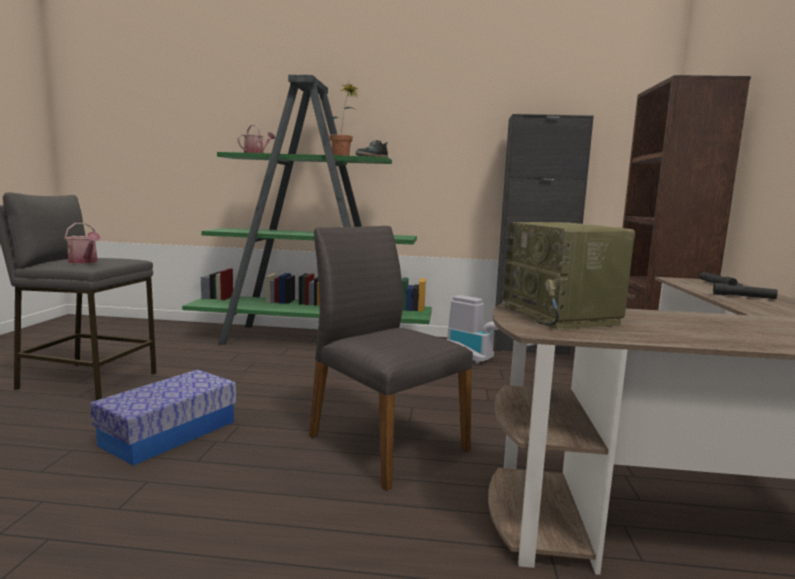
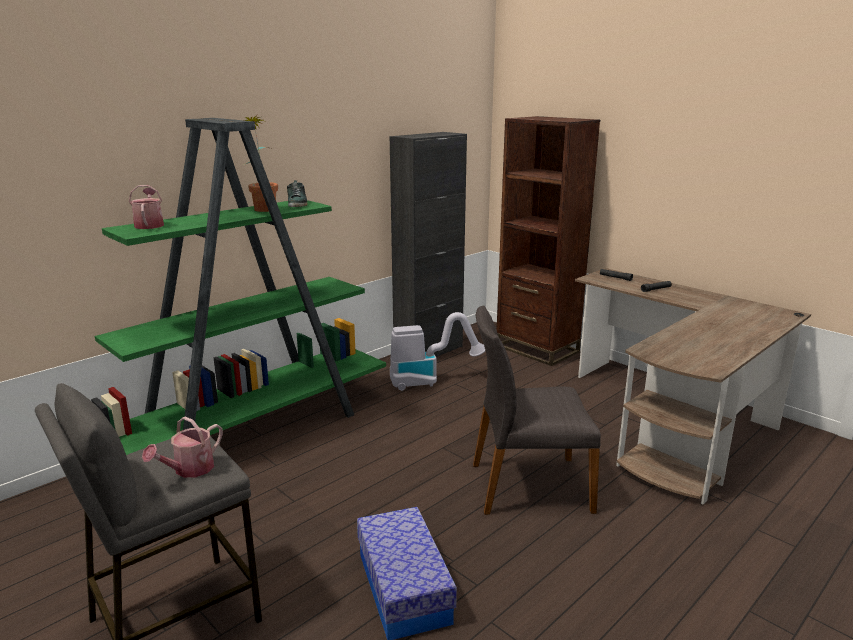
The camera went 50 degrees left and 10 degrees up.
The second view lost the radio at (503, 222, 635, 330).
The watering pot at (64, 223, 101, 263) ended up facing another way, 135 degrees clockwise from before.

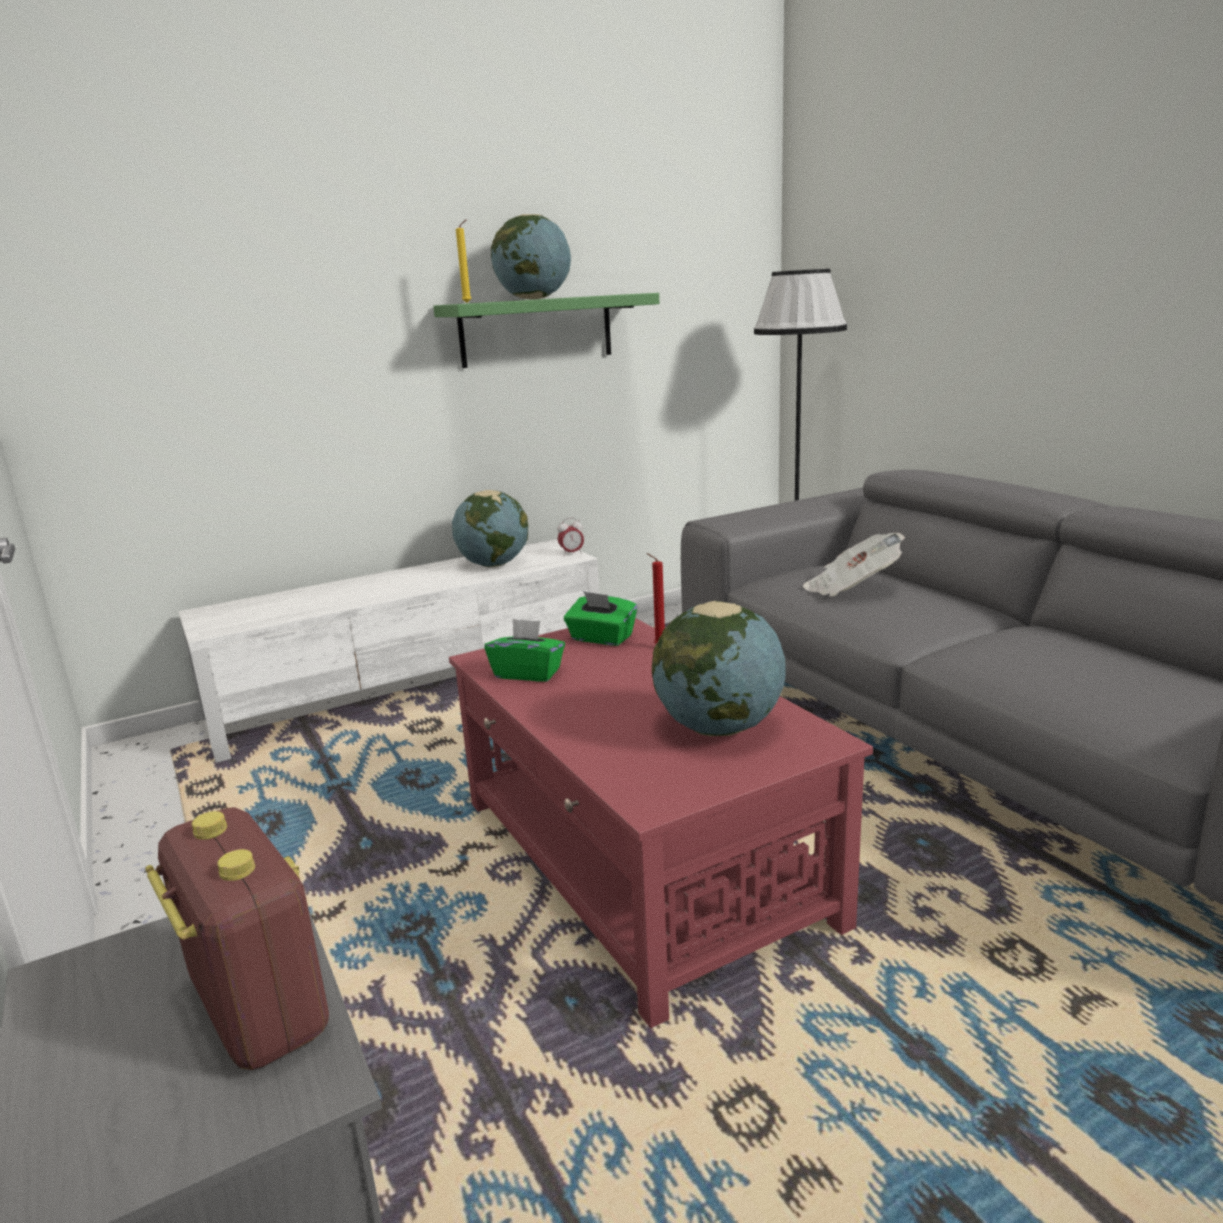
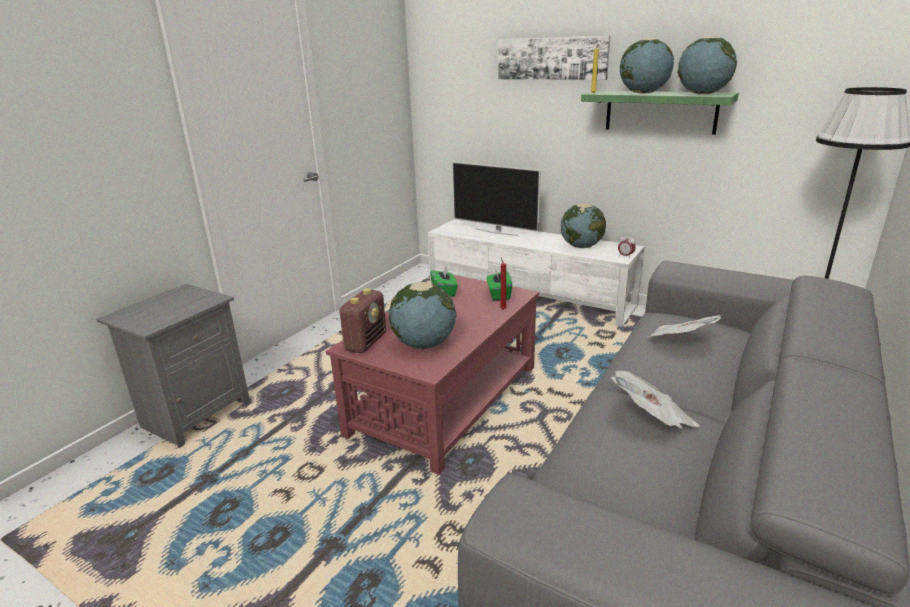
The camera went 60 degrees right and 5 degrees up.
The radio ended up elsewhere, having gone from (145, 807, 329, 1070) to (339, 288, 386, 353).
The second view gained the wall art at (498, 36, 610, 80).
The second view gained the world globe at (677, 37, 737, 94).
The second view gained the TV set at (452, 162, 541, 236).
The second view gained the newspaper at (611, 371, 700, 428).

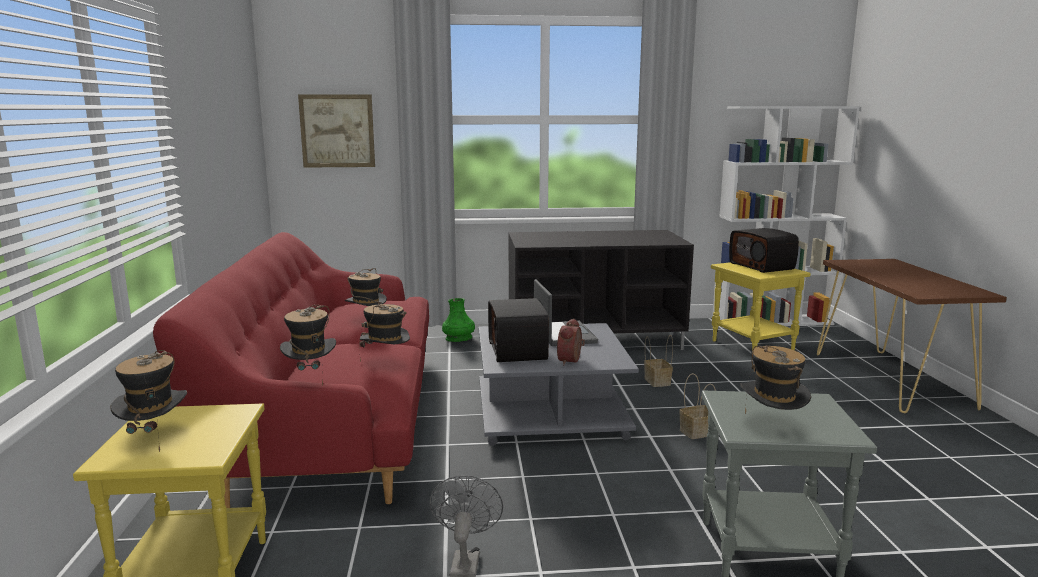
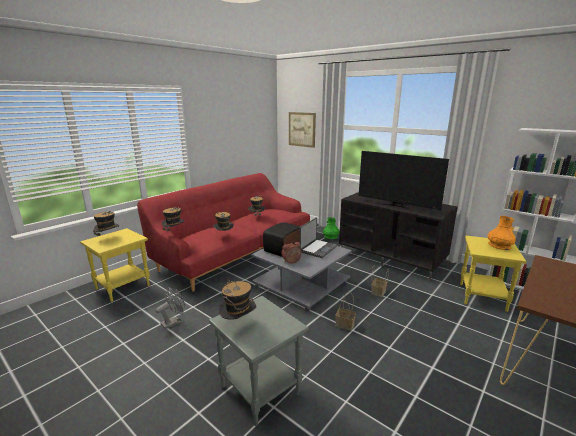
The camera went 45 degrees right and 5 degrees up.
Where the radio stood at (729, 228, 799, 273), the orange-coloured flower vase came to stand at (487, 216, 516, 250).
The second view gained the TV set at (359, 151, 449, 210).

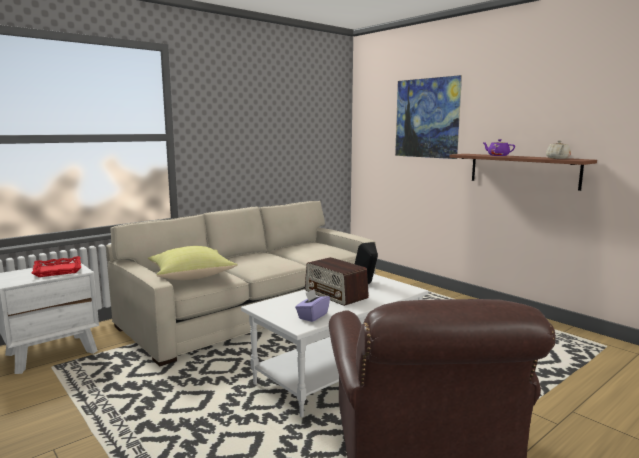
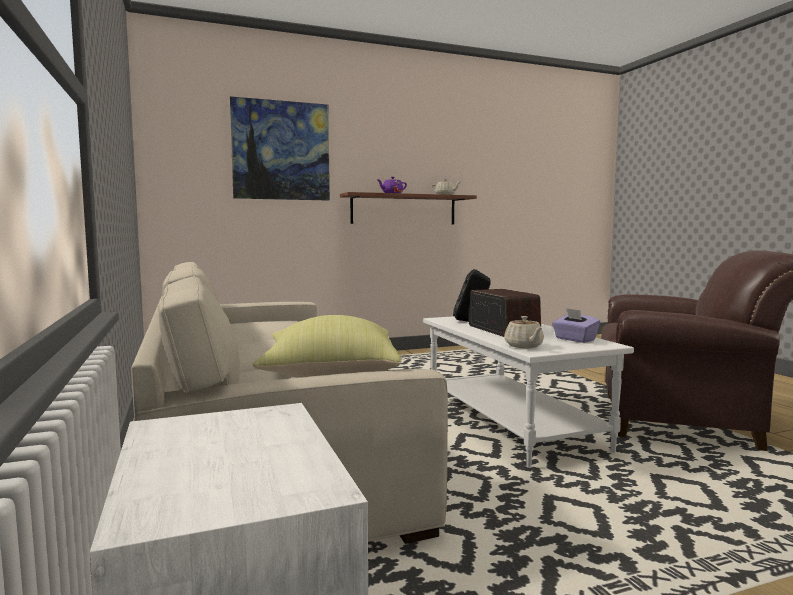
The camera went 70 degrees left and 5 degrees down.
The second view lost the red tray at (32, 256, 81, 277).
The radio at (305, 257, 369, 306) ended up facing another way, 90 degrees counterclockwise from before.
The second view gained the beige pot for tea at (504, 316, 544, 348).

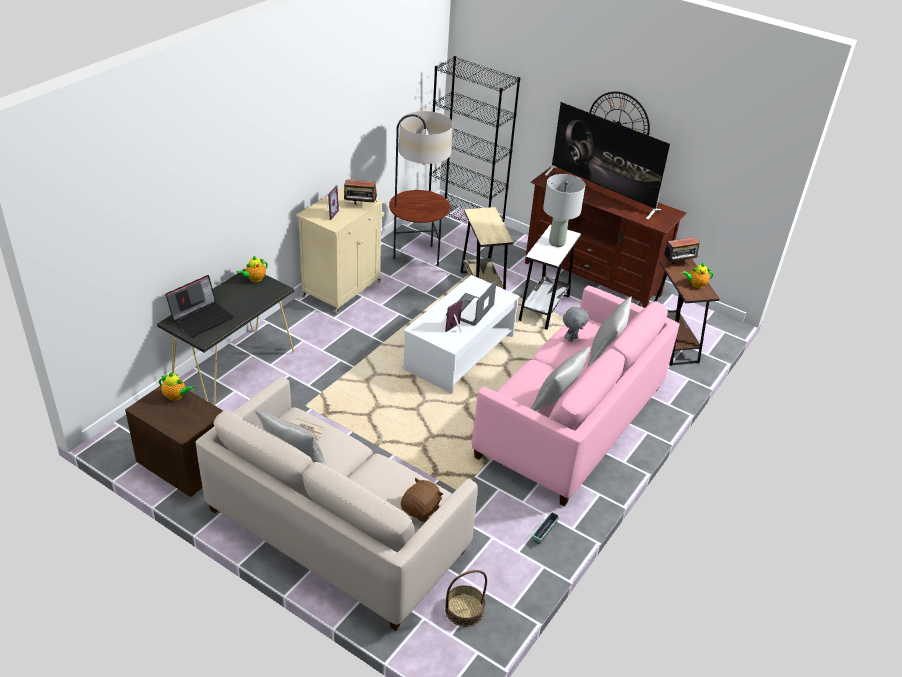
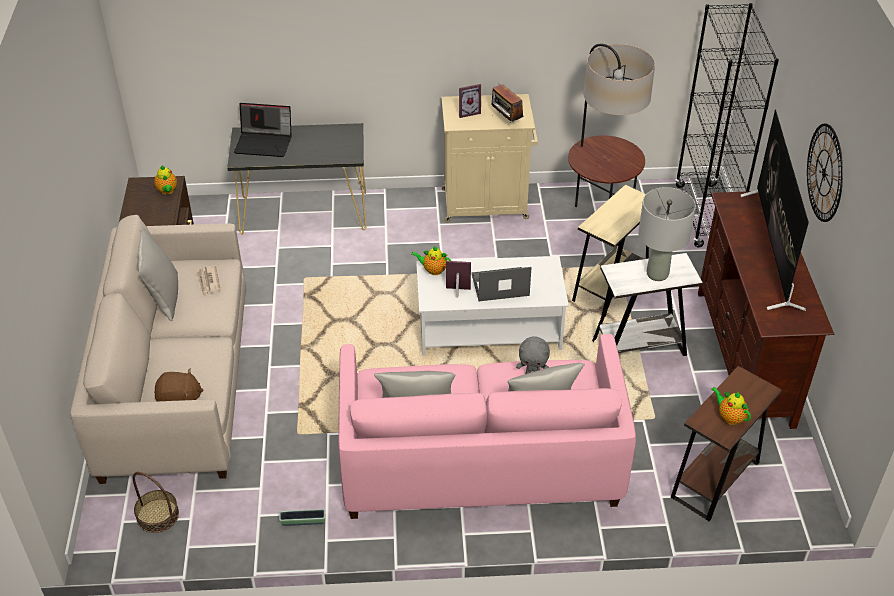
The camera went 55 degrees right and 5 degrees up.
The second view lost the radio at (664, 237, 700, 264).
The pot for tea ended up elsewhere, having gone from (237, 256, 268, 282) to (411, 246, 451, 275).

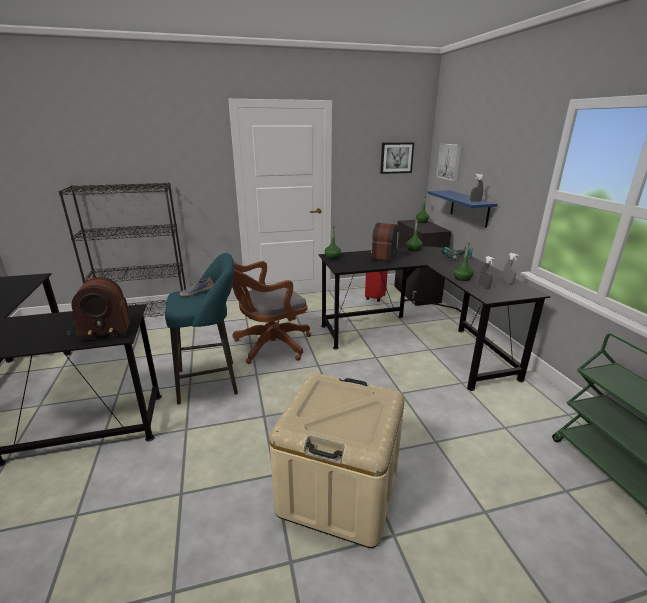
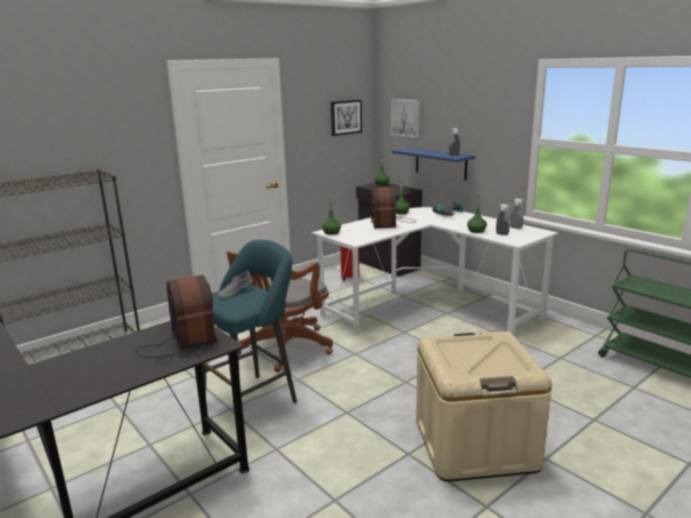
The camera went 25 degrees left and 5 degrees down.
What was the blackish desk table at (319, 247, 551, 391) turned into the white desk table at (312, 207, 558, 335).
The radio at (67, 277, 131, 341) ended up facing another way, 75 degrees counterclockwise from before.

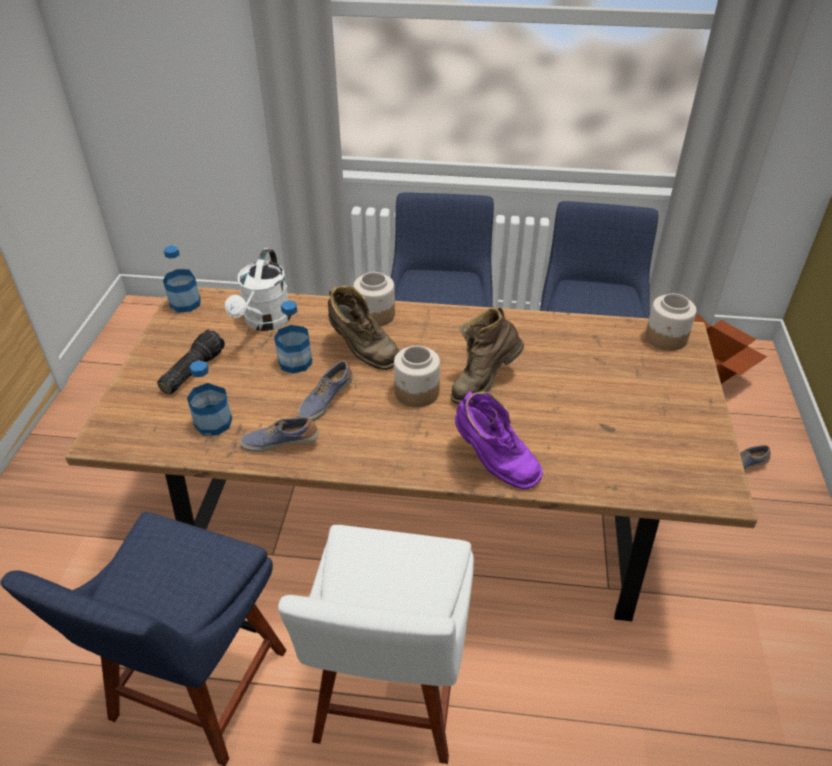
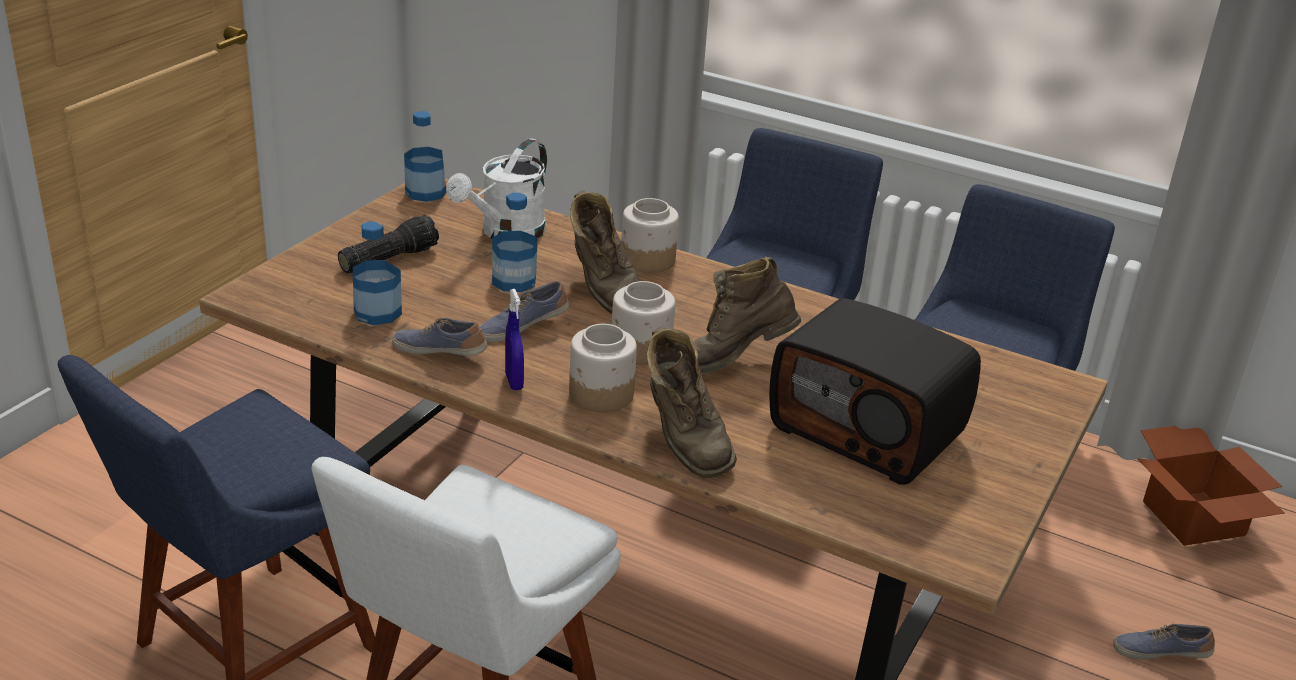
The camera went 20 degrees right and 10 degrees down.
The preserve jar ended up elsewhere, having gone from (645, 293, 697, 351) to (569, 324, 637, 412).
What was the purple boot at (455, 391, 543, 490) turned into the brown-coloured boot at (647, 326, 737, 478).
The second view gained the blue-coloured hand sprayer at (505, 289, 524, 390).
The second view gained the radio at (769, 298, 981, 485).

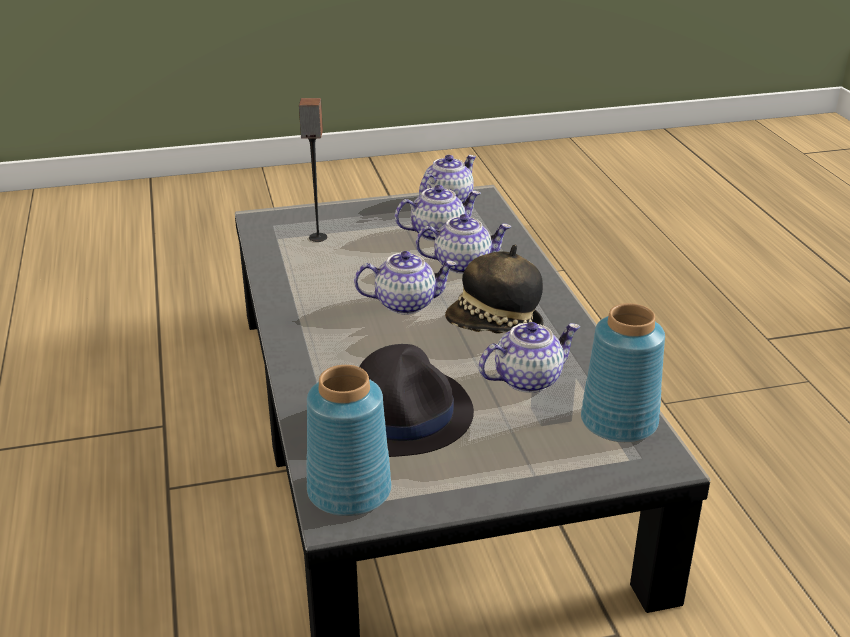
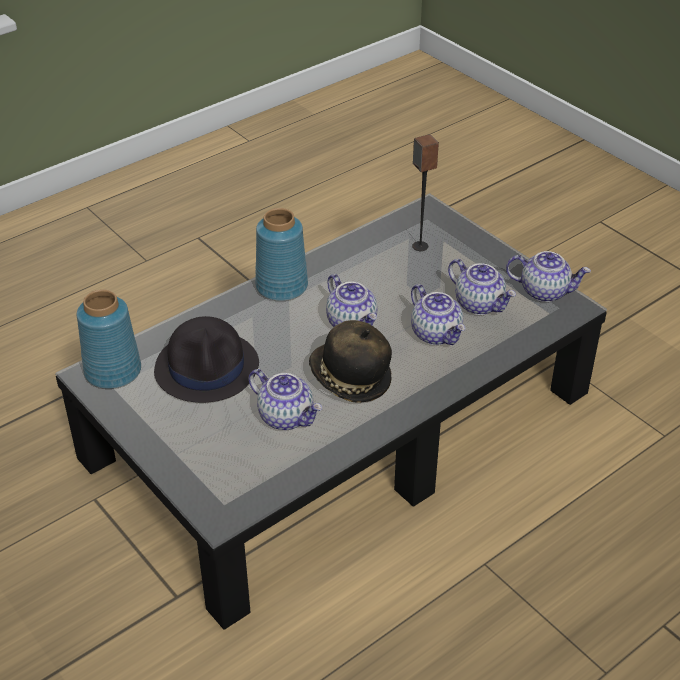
The camera went 65 degrees right and 10 degrees up.
The blue-coloured flower vase ended up elsewhere, having gone from (581, 303, 665, 442) to (256, 208, 308, 301).

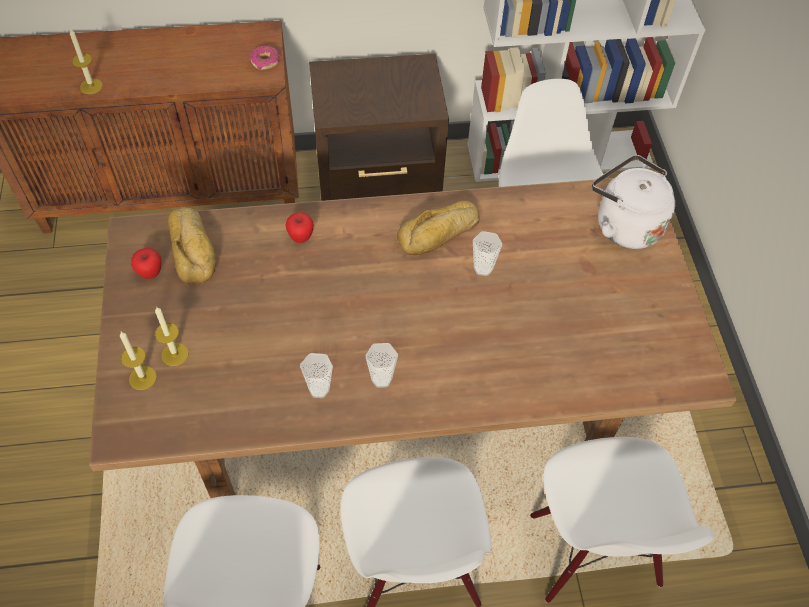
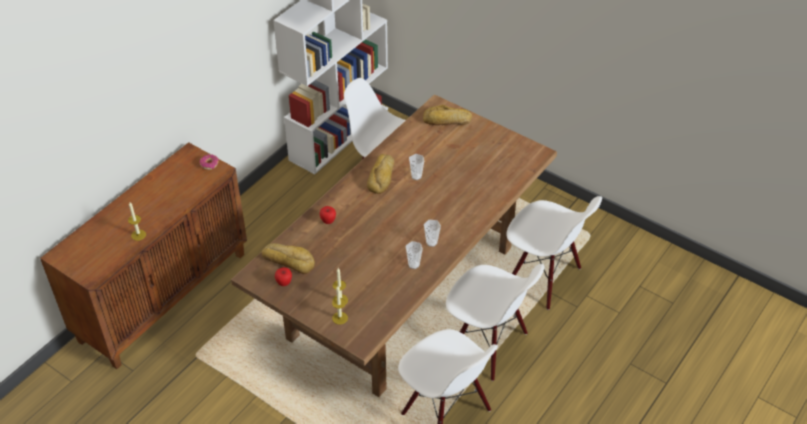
The camera went 45 degrees left and 10 degrees down.
The second view lost the brown-coloured nightstand at (309, 54, 449, 201).
Where the white tea kettle stood at (592, 155, 675, 249), the baked bread came to stand at (423, 105, 472, 125).

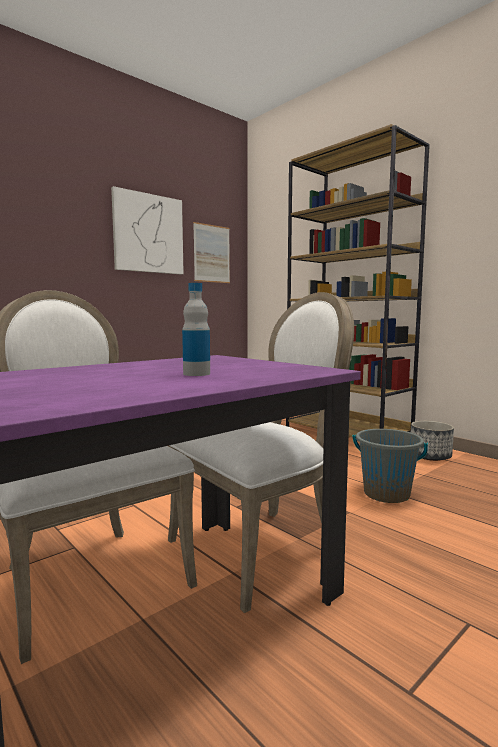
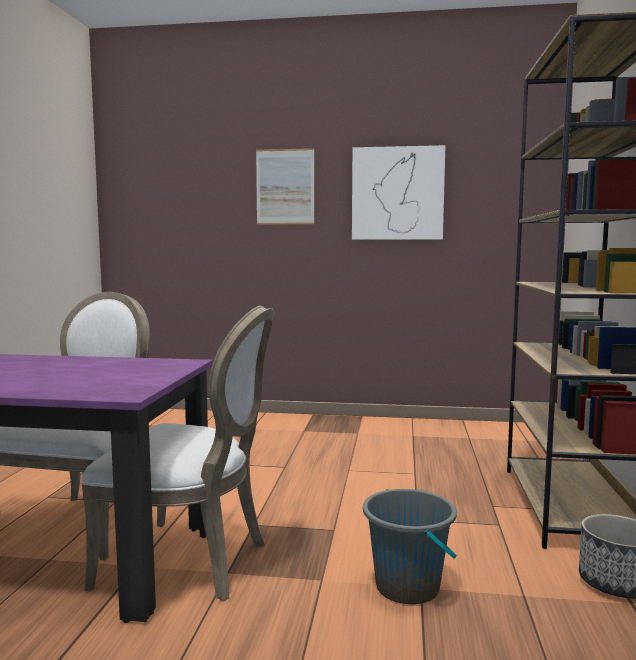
The camera went 50 degrees right and 0 degrees up.
The wall art ended up elsewhere, having gone from (193, 222, 230, 283) to (256, 148, 314, 225).
The second view lost the drink bottle at (182, 283, 210, 376).

